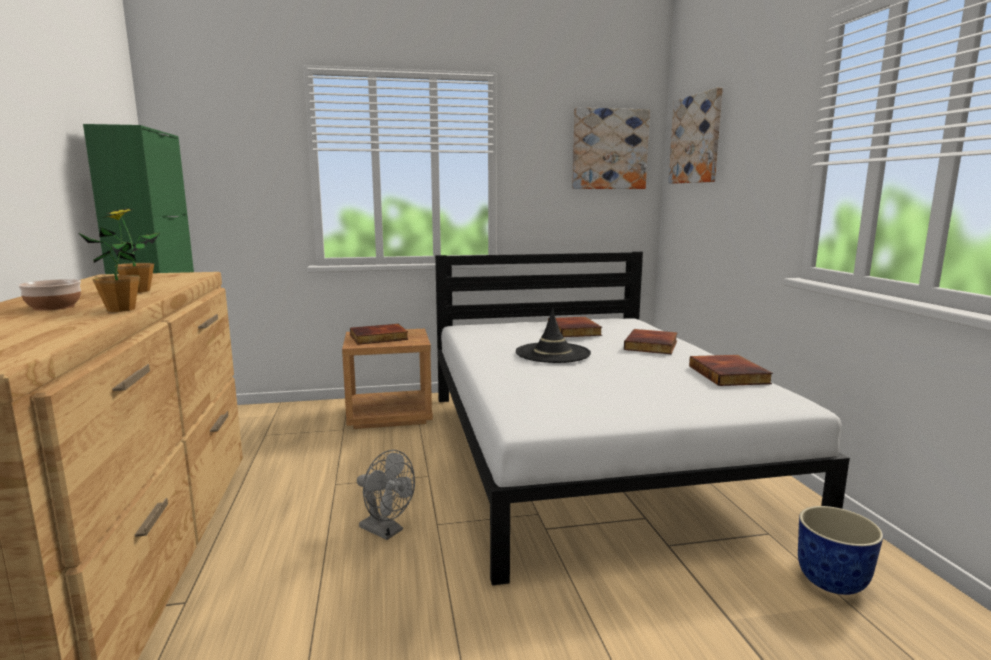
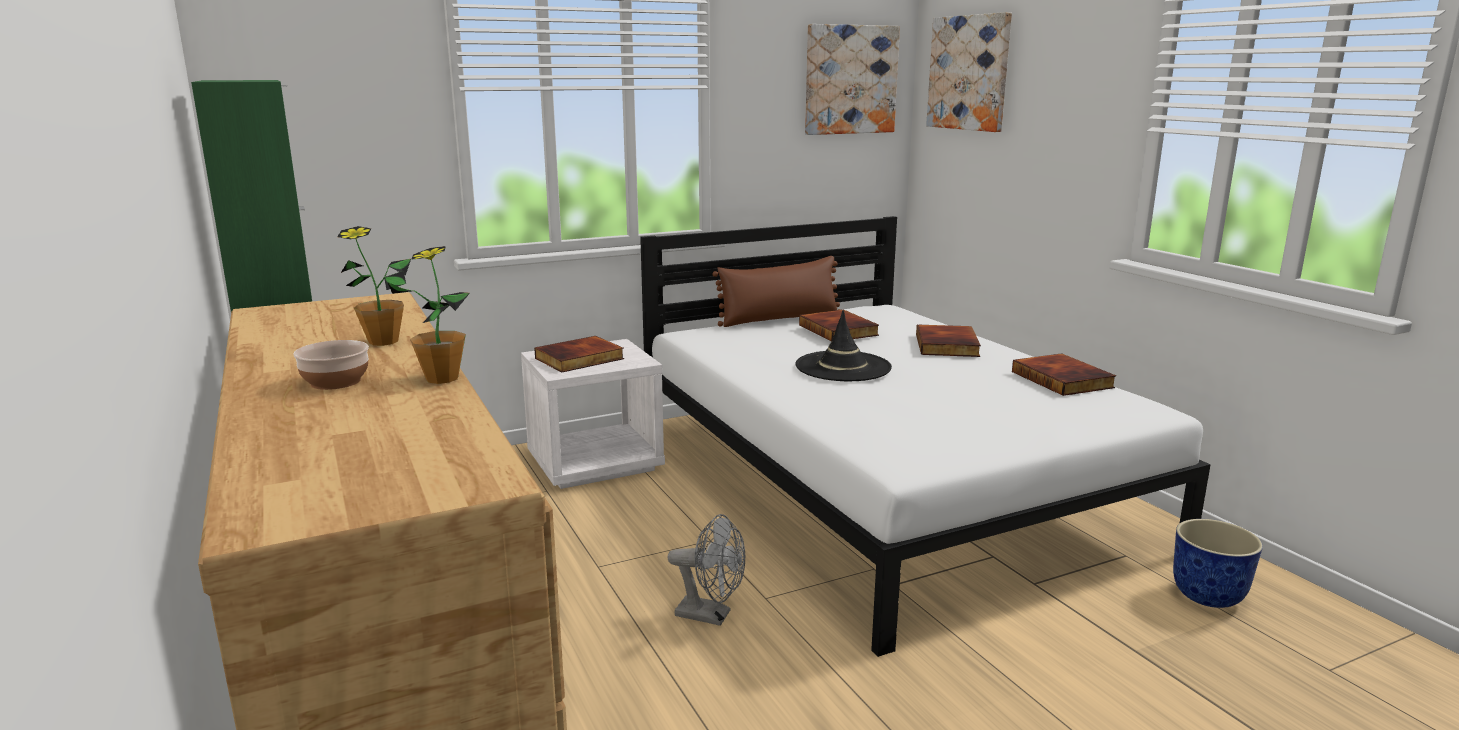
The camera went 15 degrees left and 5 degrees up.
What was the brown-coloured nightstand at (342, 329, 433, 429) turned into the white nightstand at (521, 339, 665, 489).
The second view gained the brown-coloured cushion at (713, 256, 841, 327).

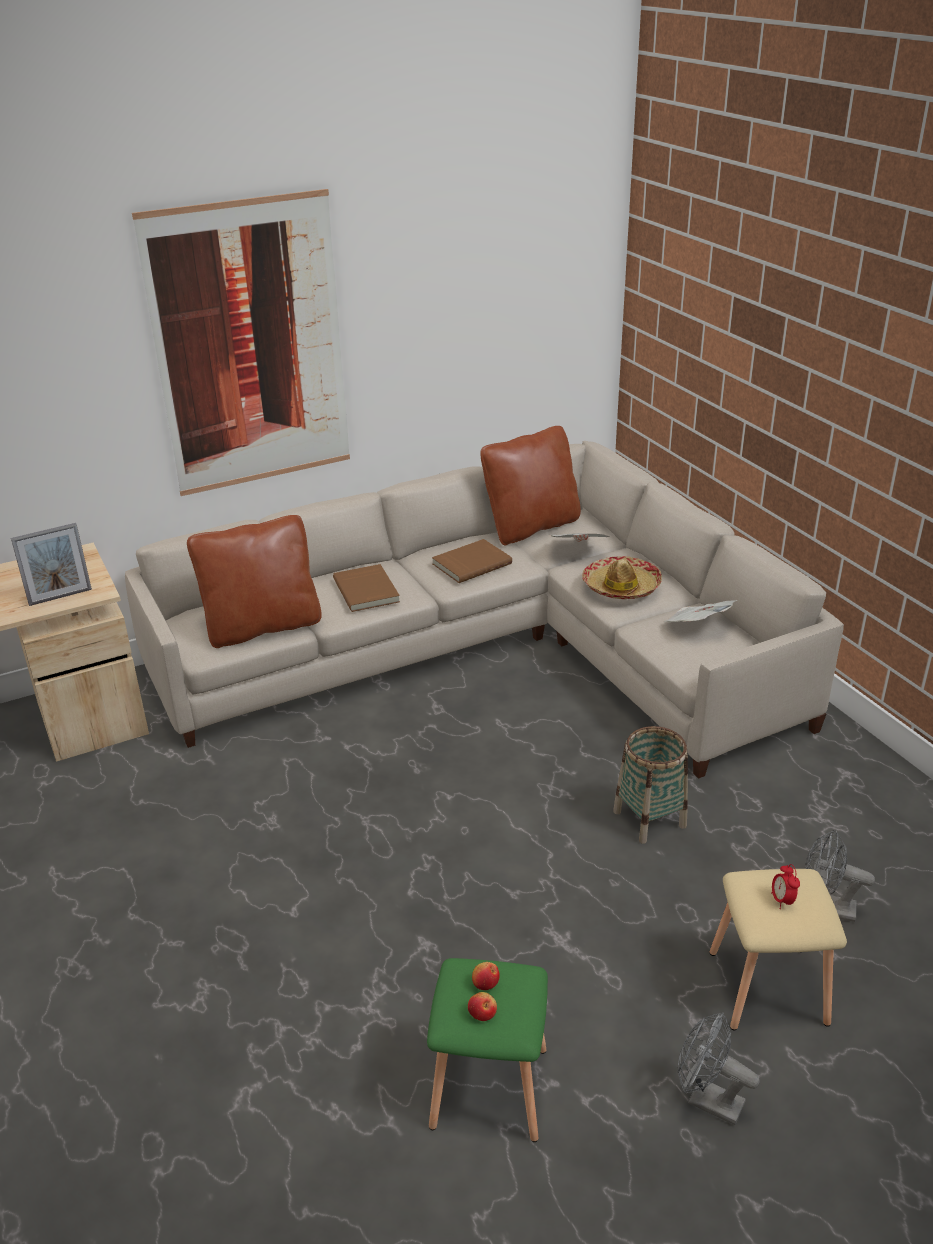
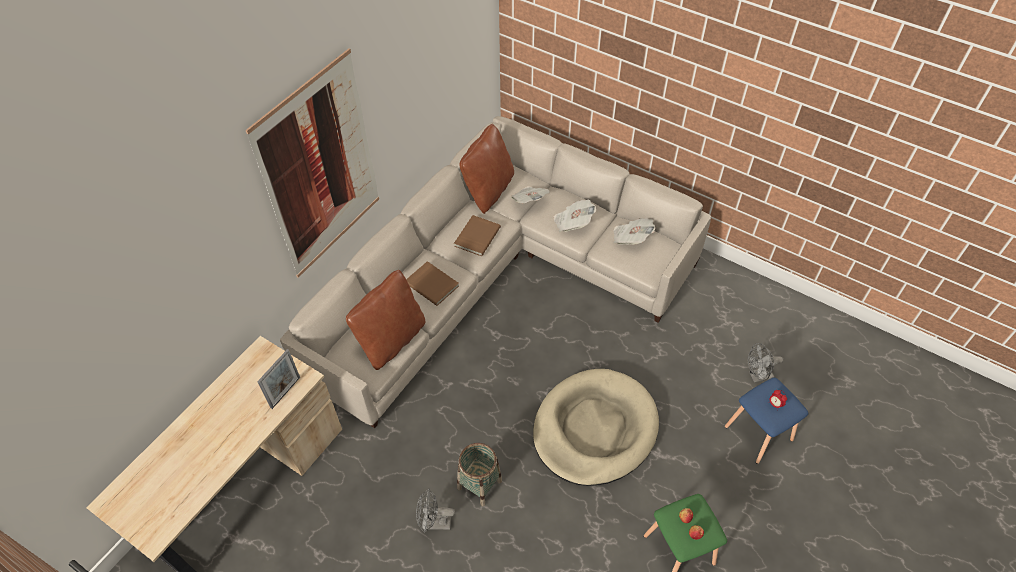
The camera went 30 degrees left and 20 degrees up.
Where the wearable hat stood at (582, 556, 662, 599), the newspaper came to stand at (553, 200, 596, 232).
The storage basket ended up elsewhere, having gone from (613, 726, 688, 844) to (457, 443, 502, 506).
What was the beige sitting stool at (710, 869, 847, 1030) turned into the blue-coloured sitting stool at (725, 378, 808, 464).
The grey fan ended up elsewhere, having gone from (677, 1012, 760, 1125) to (416, 489, 455, 533).
The second view gained the beige dog cushion at (533, 369, 659, 486).

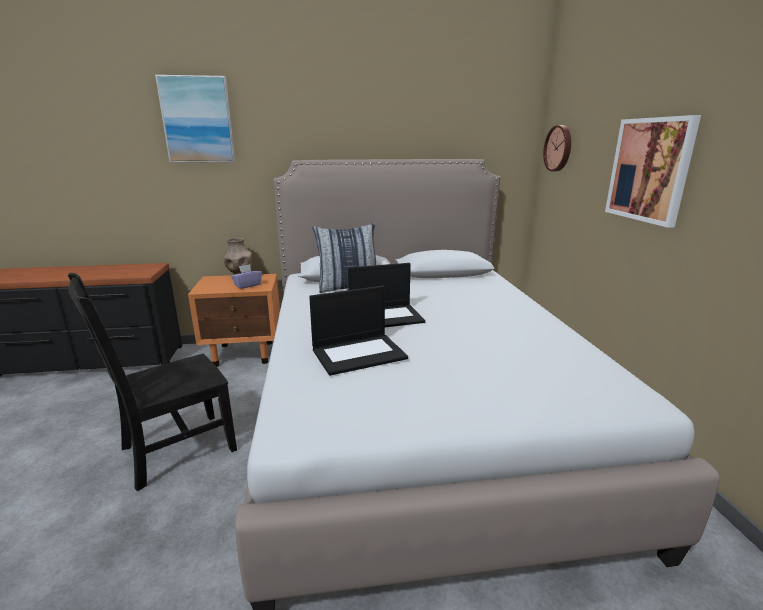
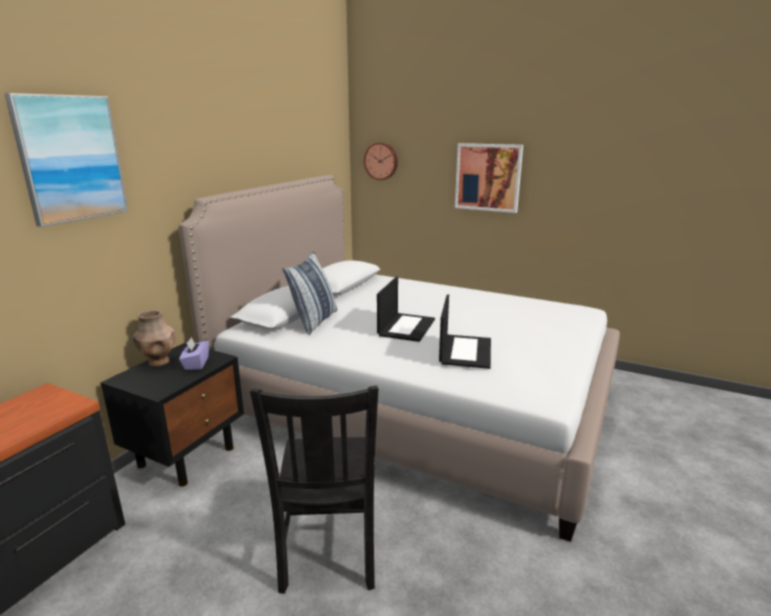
The camera went 55 degrees left and 0 degrees up.
What was the orange-coloured nightstand at (188, 274, 280, 367) turned into the blackish nightstand at (101, 343, 244, 487).

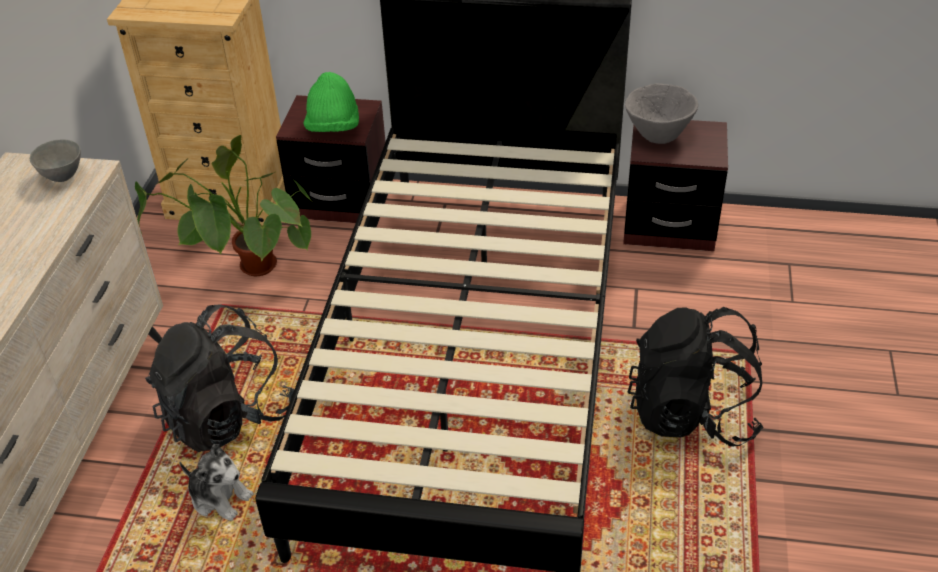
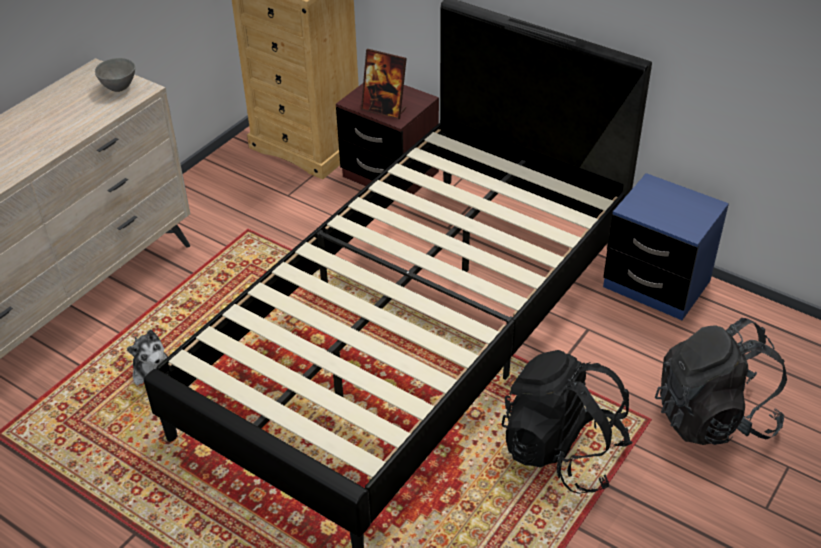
The camera went 25 degrees right and 0 degrees up.
Where the greenish wearable hat stood at (304, 72, 359, 132), the picture frame came to stand at (361, 49, 407, 120).
The second view lost the grey serving bowl at (625, 83, 698, 144).
What was the brown-coloured nightstand at (623, 120, 728, 251) turned into the blue-coloured nightstand at (603, 173, 729, 320).
The second view lost the potted plant at (135, 135, 313, 276).
The blackish knapsack ended up elsewhere, having gone from (145, 304, 294, 452) to (655, 318, 787, 445).

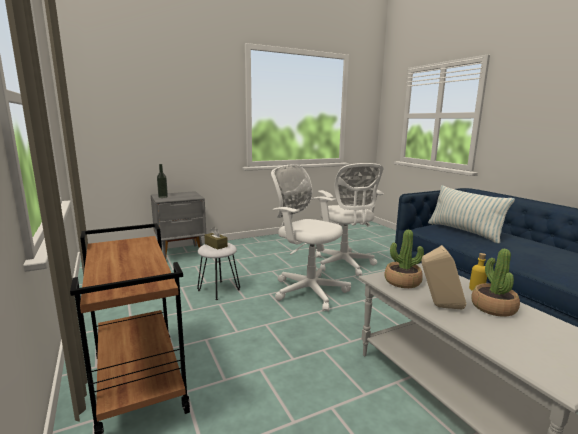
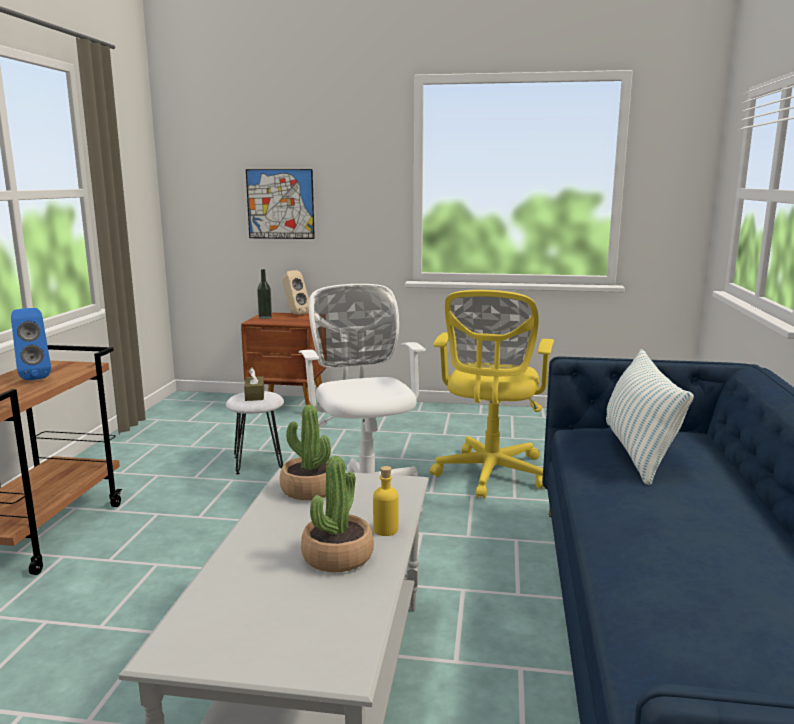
The camera went 35 degrees right and 0 degrees up.
What was the white computer chair at (315, 163, 384, 277) turned into the yellow computer chair at (430, 290, 554, 499).
What was the grey nightstand at (151, 191, 206, 259) turned into the brown-coloured nightstand at (241, 313, 327, 405).
The beige loudspeaker ended up elsewhere, having gone from (421, 245, 466, 310) to (282, 270, 309, 315).
The second view gained the wall art at (246, 169, 315, 239).
The second view gained the blue-coloured loudspeaker at (11, 308, 51, 380).

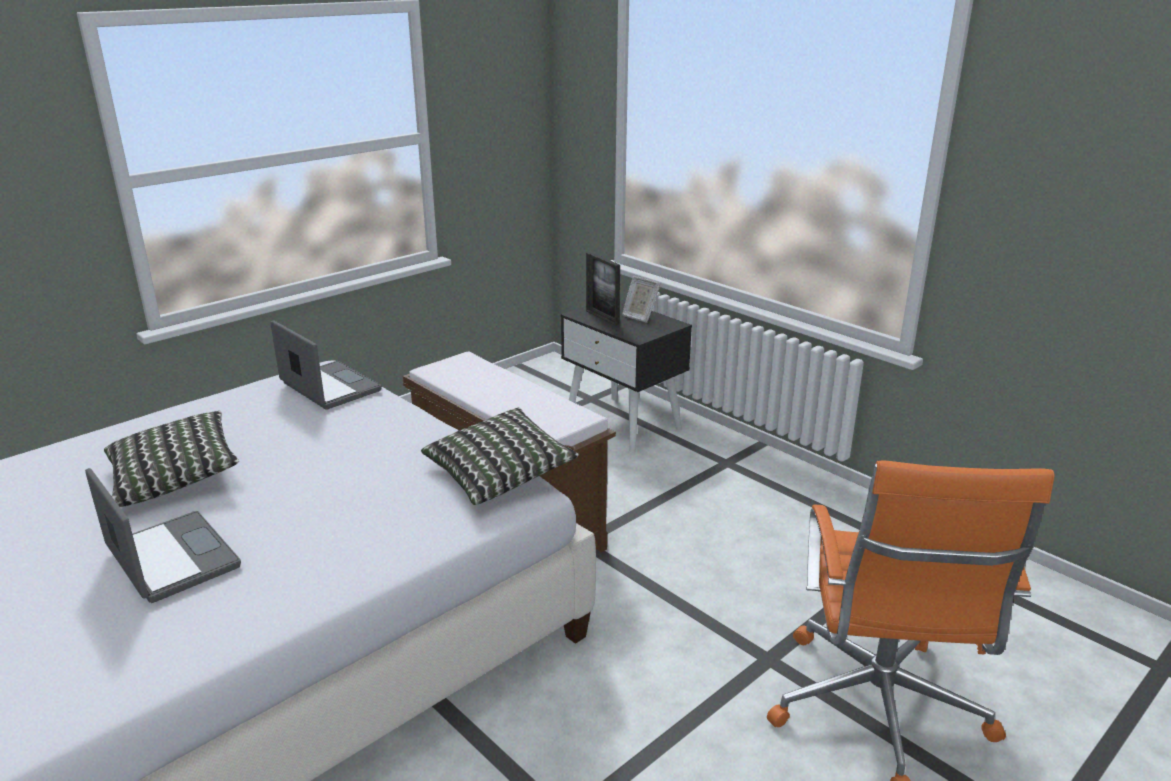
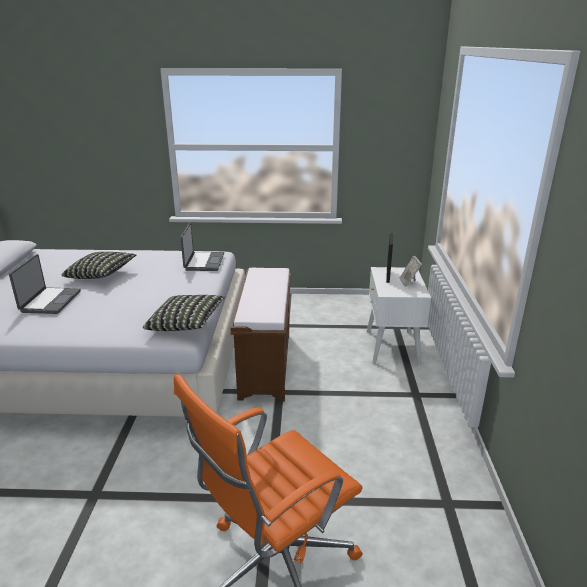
The camera went 45 degrees right and 0 degrees up.
What was the blackish nightstand at (561, 300, 692, 453) turned into the white nightstand at (366, 267, 431, 365).

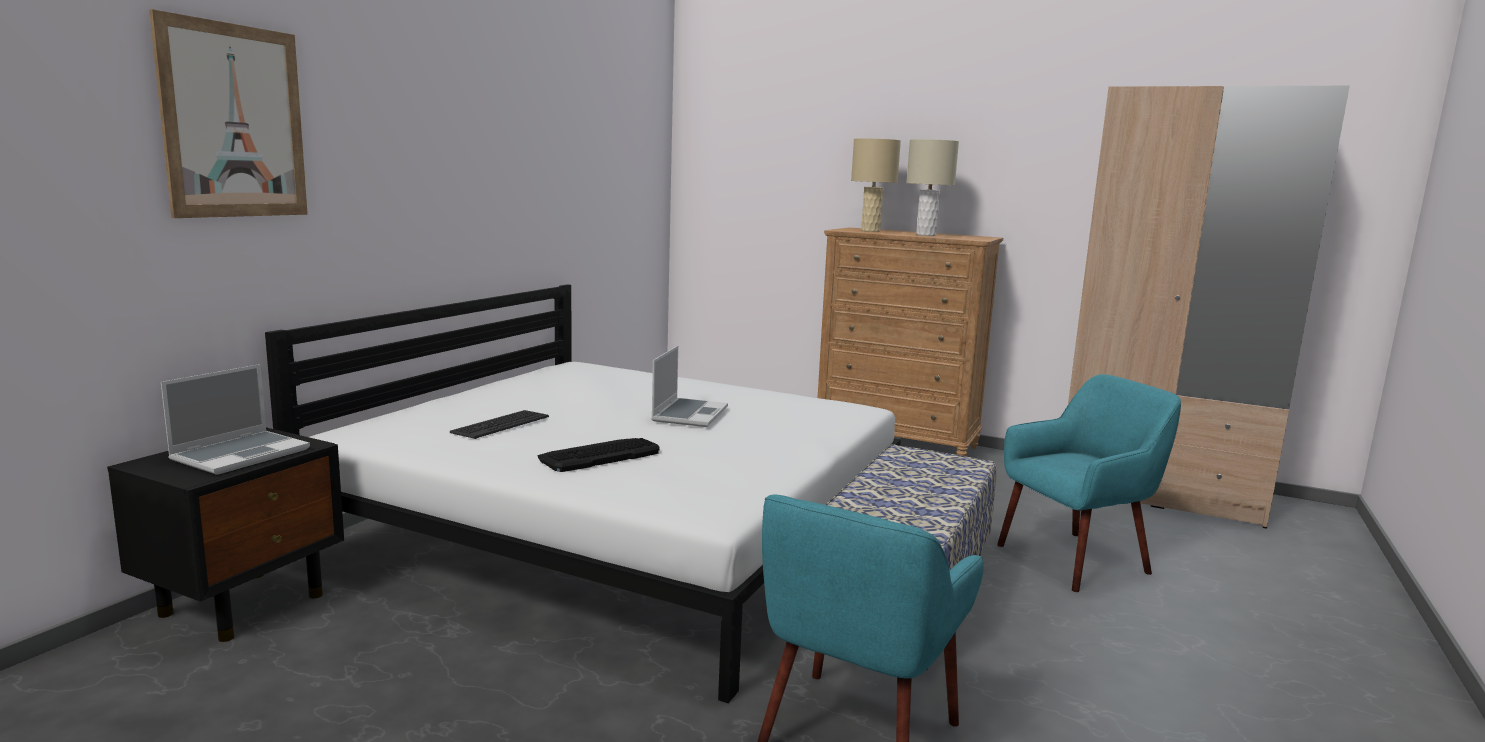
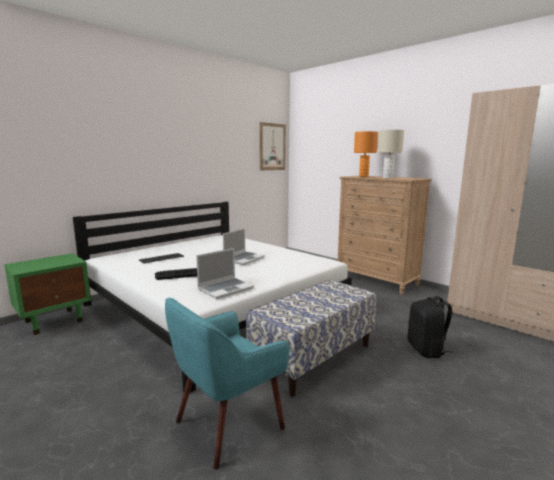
The camera went 20 degrees right and 0 degrees up.
The wall art ended up elsewhere, having gone from (149, 9, 308, 218) to (259, 122, 286, 170).
What was the beige lamp for a table at (851, 138, 901, 232) turned into the orange-coloured lamp for a table at (354, 131, 378, 177).
The laptop ended up elsewhere, having gone from (161, 364, 310, 475) to (196, 248, 254, 299).
Where the blue-green easy chair stood at (997, 374, 1181, 592), the blackish knapsack came to stand at (408, 296, 453, 358).
What was the blackish nightstand at (107, 427, 344, 642) turned into the greenish nightstand at (4, 253, 91, 335).

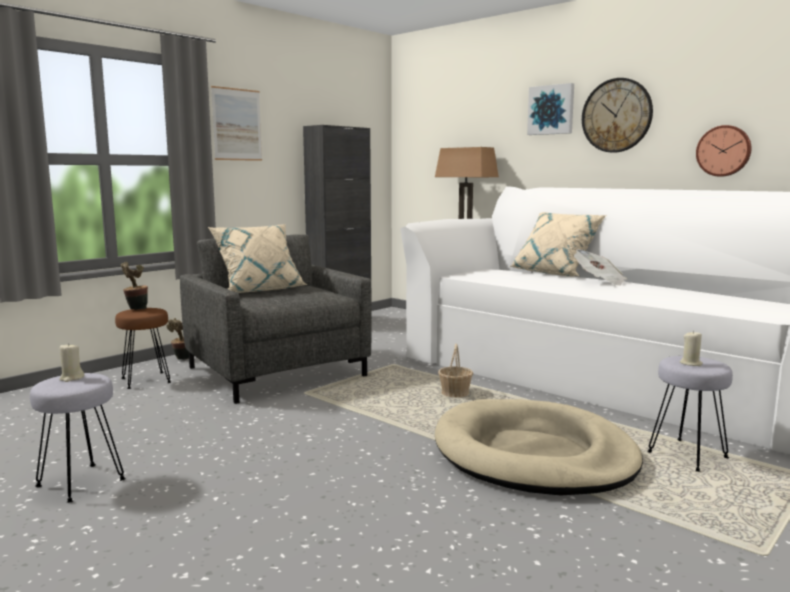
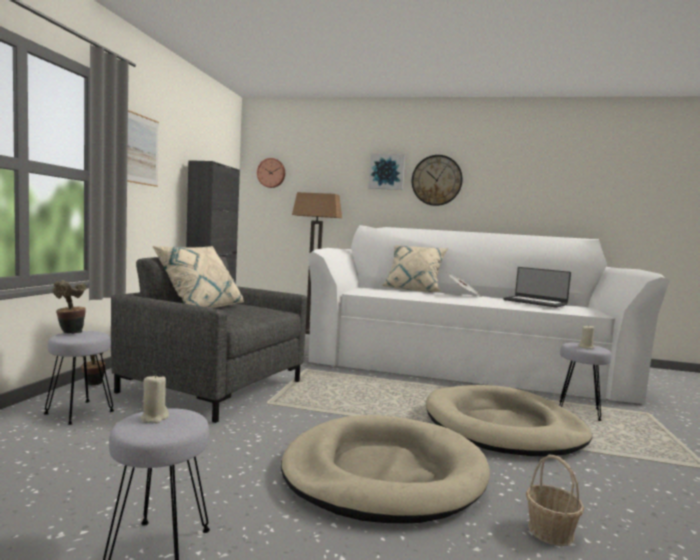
The camera went 30 degrees left and 5 degrees down.
The clock on the wall ended up elsewhere, having gone from (696, 125, 752, 177) to (257, 158, 285, 188).
What was the brown-coloured sitting stool at (115, 308, 171, 389) turned into the grey sitting stool at (44, 331, 114, 425).
The storage basket ended up elsewhere, having gone from (438, 344, 473, 398) to (526, 455, 584, 546).
The second view gained the laptop at (503, 267, 571, 308).
The second view gained the beige dog cushion at (281, 415, 490, 523).

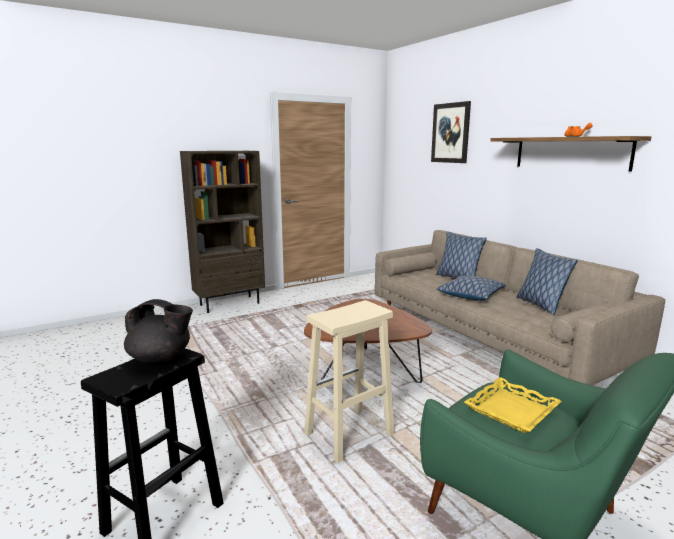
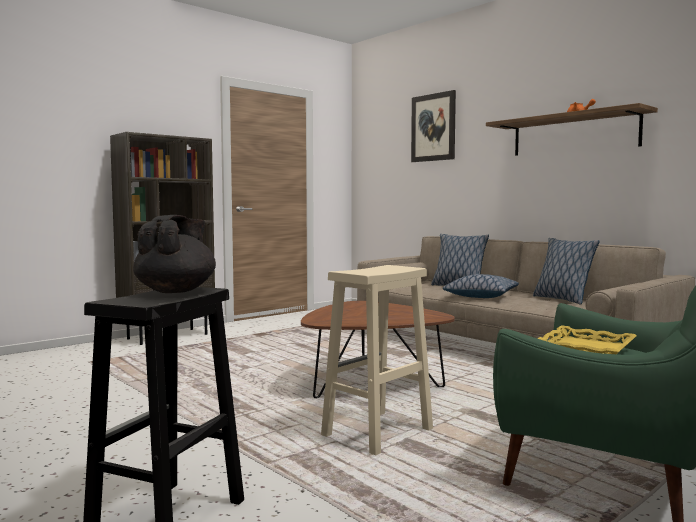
The camera went 10 degrees left and 10 degrees down.
The blackish pot for tea at (124, 299, 193, 364) ended up facing another way, 75 degrees counterclockwise from before.

